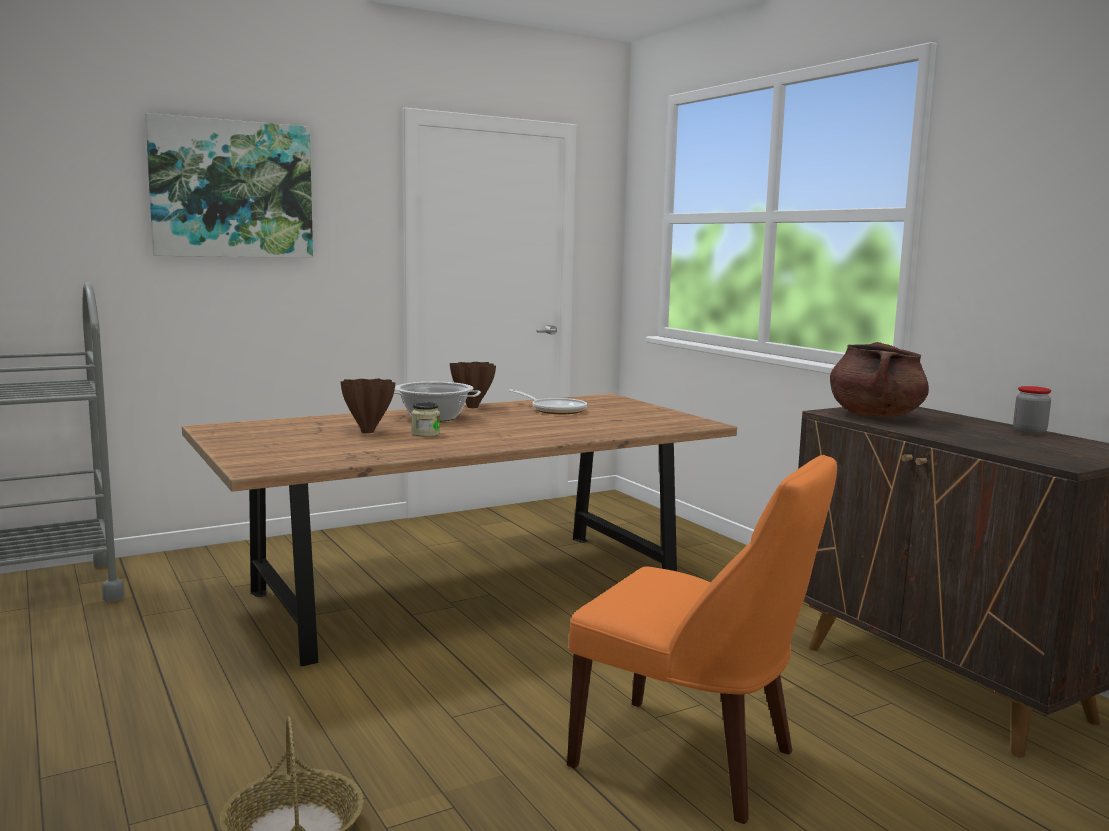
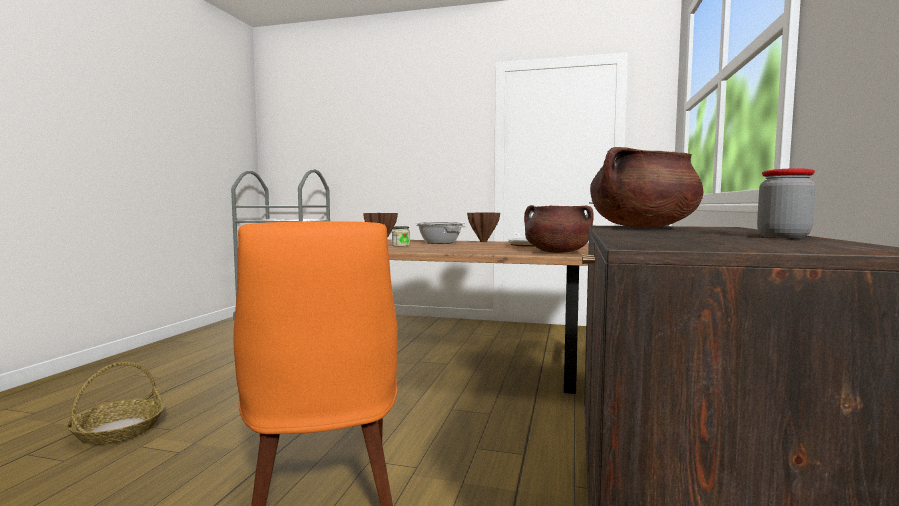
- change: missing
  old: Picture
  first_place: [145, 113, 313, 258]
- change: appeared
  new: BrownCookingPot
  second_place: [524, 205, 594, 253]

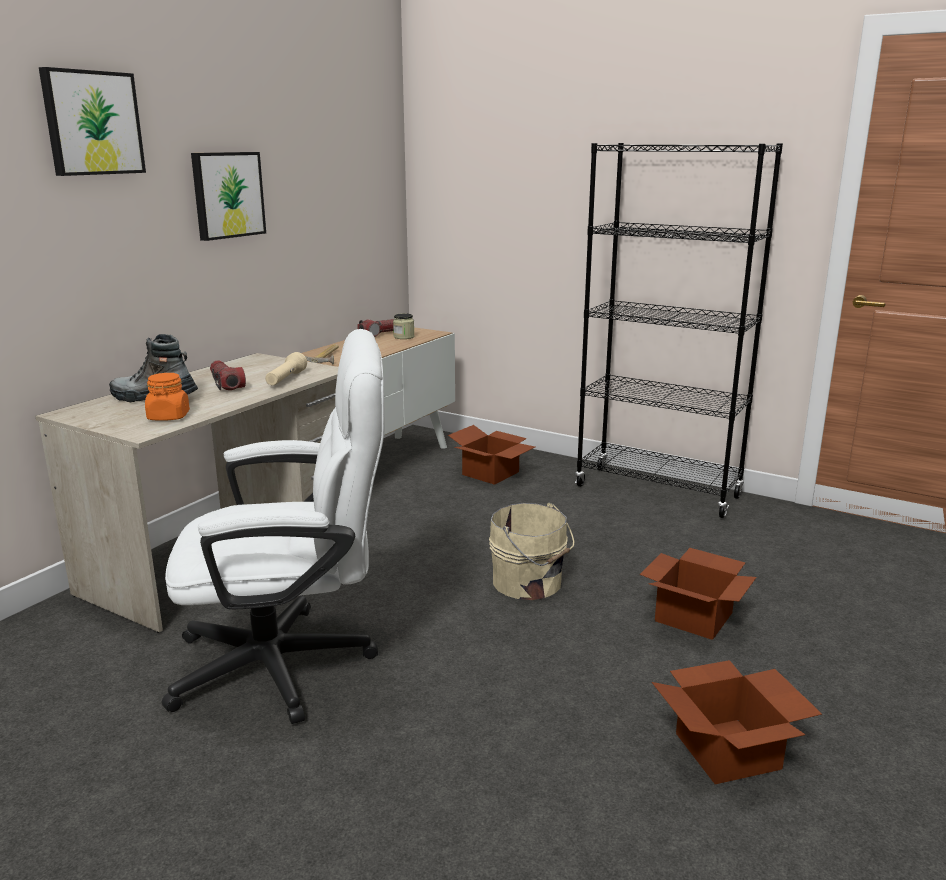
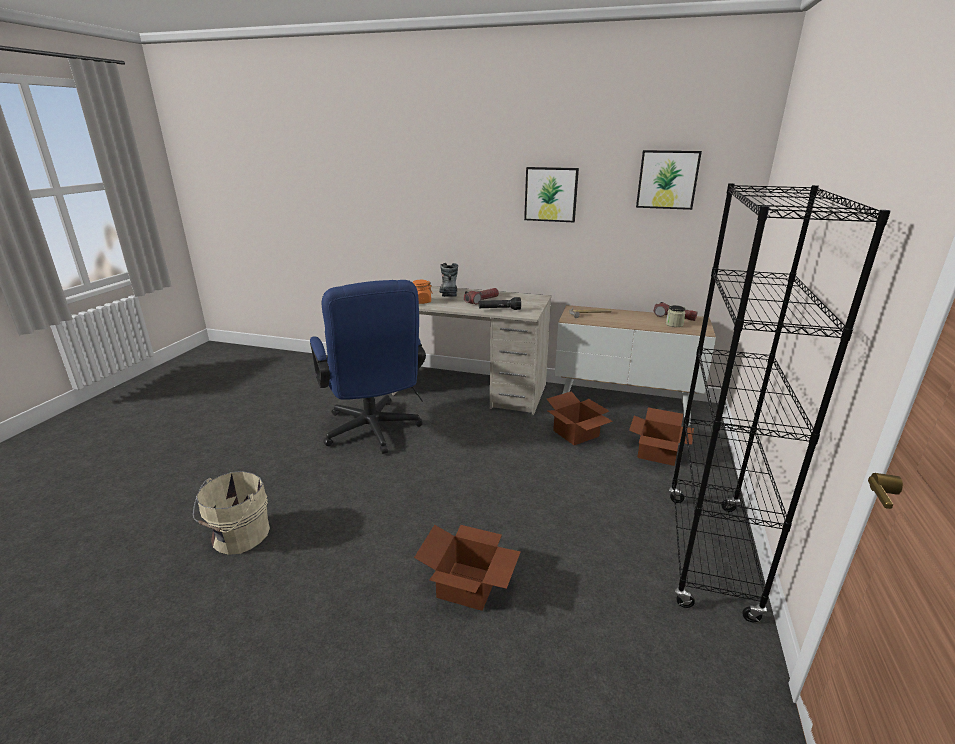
- change: relocated
  old: Picture
  first_place: [39, 67, 146, 176]
  second_place: [636, 150, 702, 210]
- change: colour
  old: WhiteOfficeChair
  new: BlueOfficeChair
  first_place: [162, 329, 385, 724]
  second_place: [310, 280, 426, 454]
- change: colour
  old: BeigeFlashlight
  new: BlackFlashlight
  first_place: [265, 352, 307, 385]
  second_place: [479, 297, 521, 310]
- change: relocated
  old: BeigeBucket
  first_place: [489, 503, 574, 600]
  second_place: [193, 471, 270, 555]
- change: relocated
  old: CardboardBox
  first_place: [652, 660, 822, 784]
  second_place: [547, 391, 613, 445]

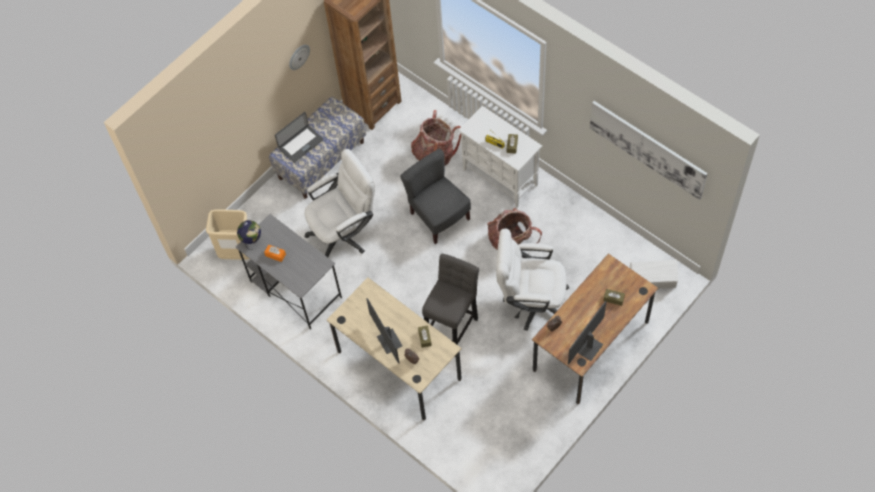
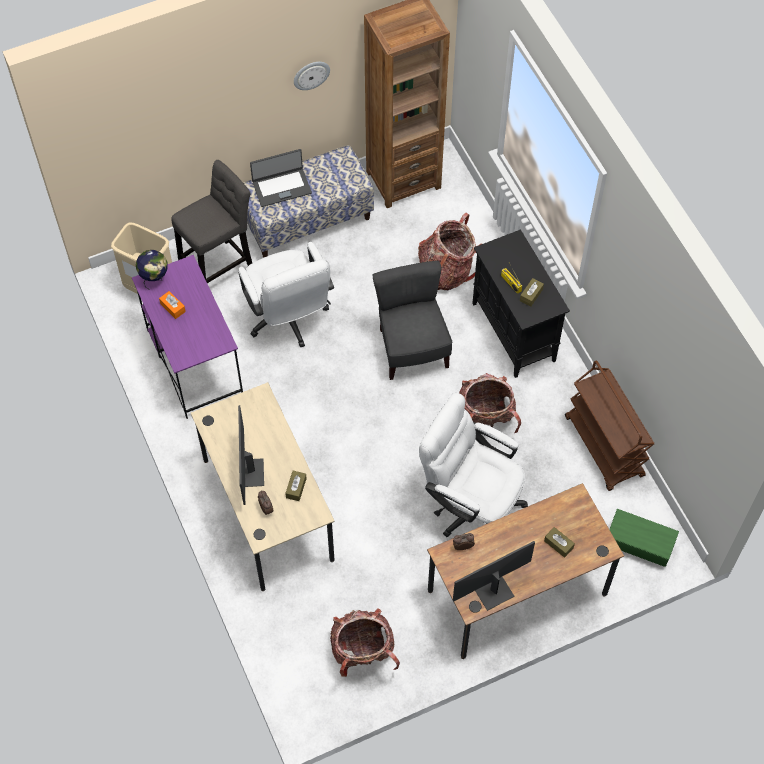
- change: colour
  old: GreyDesk
  new: PurpleDesk
  first_place: [236, 214, 342, 329]
  second_place: [132, 255, 243, 419]
- change: spun
  old: WhiteOfficeChair
  first_place: [305, 149, 375, 257]
  second_place: [238, 242, 334, 348]
  degrees: 75
- change: relocated
  old: GreyStool
  first_place: [422, 254, 479, 357]
  second_place: [171, 160, 252, 283]
- change: colour
  old: WhiteCabinet
  new: BlackCabinet
  first_place: [458, 106, 542, 207]
  second_place: [472, 229, 570, 378]
- change: missing
  old: Picture
  first_place: [590, 101, 708, 200]
- change: colour
  old: WhiteStorageBox
  new: GreenStorageBox
  first_place: [629, 260, 679, 289]
  second_place: [609, 509, 679, 567]
- change: appeared
  new: Backpack
  second_place: [330, 608, 400, 677]
- change: appeared
  new: BrownCart
  second_place: [565, 360, 654, 491]

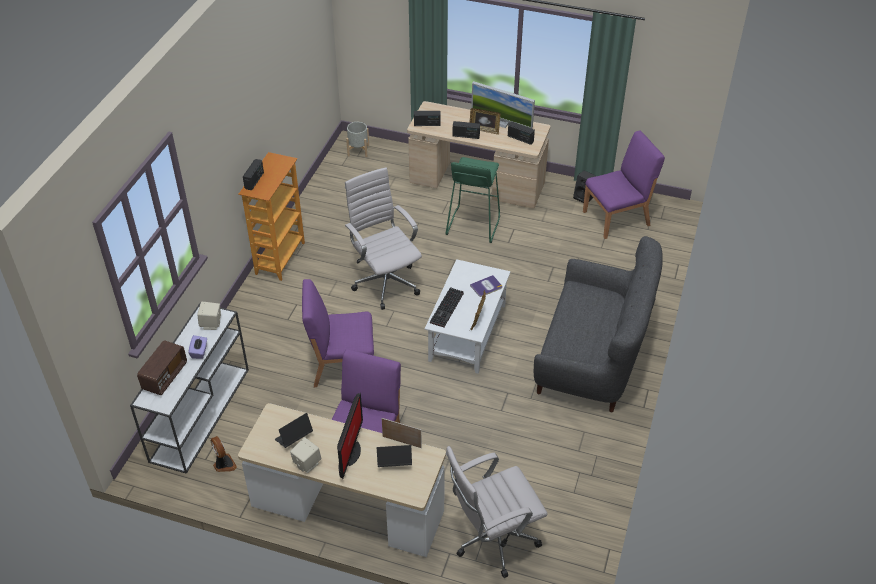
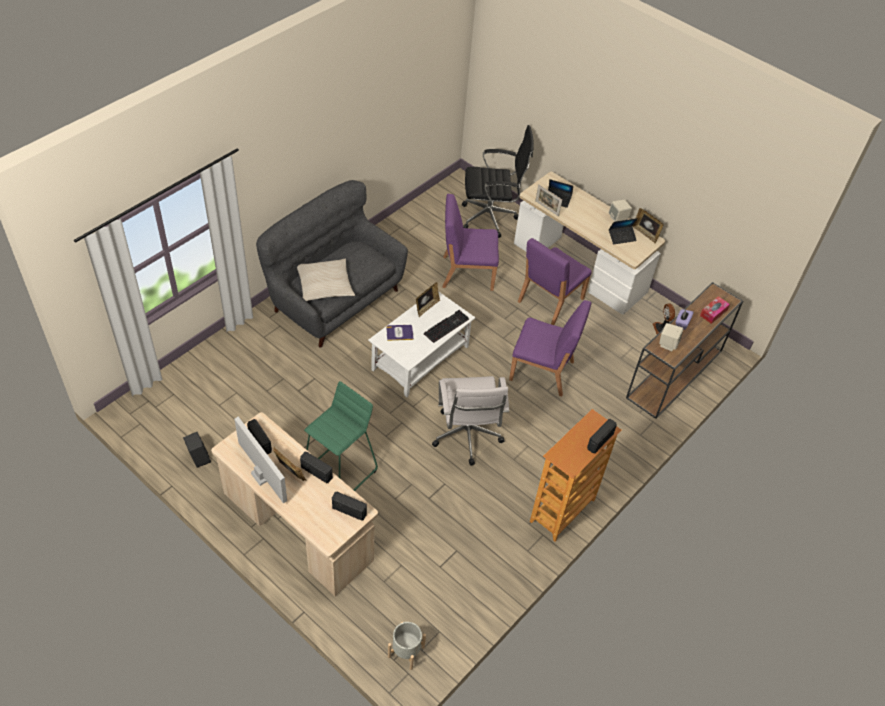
- change: colour
  old: WhiteConsoleTable
  new: BrownConsoleTable
  first_place: [130, 303, 249, 474]
  second_place: [626, 282, 743, 419]
- change: exchanged
  old: Radio
  new: TissueBox
  first_place: [137, 340, 187, 395]
  second_place: [700, 296, 730, 324]
- change: missing
  old: Monitor
  first_place: [337, 393, 363, 480]
- change: colour
  old: WhiteOfficeChair
  new: BlackOfficeChair
  first_place: [446, 446, 548, 578]
  second_place: [462, 125, 534, 238]
- change: relocated
  old: PurpleChair
  first_place: [583, 130, 665, 239]
  second_place: [442, 194, 499, 291]
- change: appeared
  new: BeigePillow
  second_place: [297, 259, 355, 301]
- change: appeared
  new: PictureFrame
  second_place: [632, 208, 663, 243]

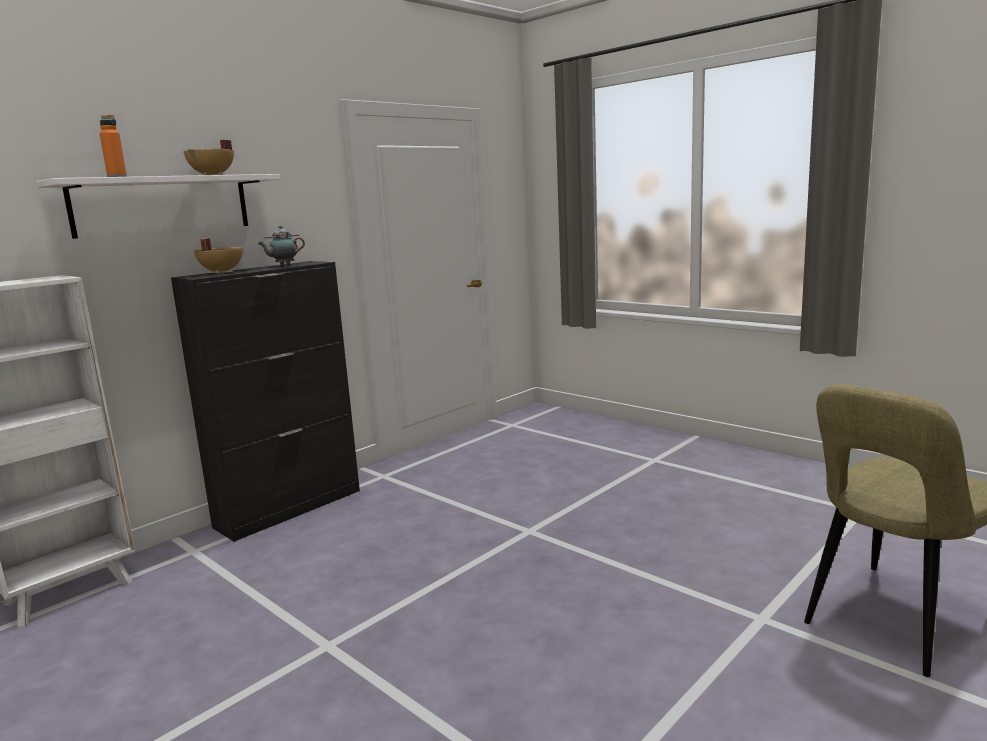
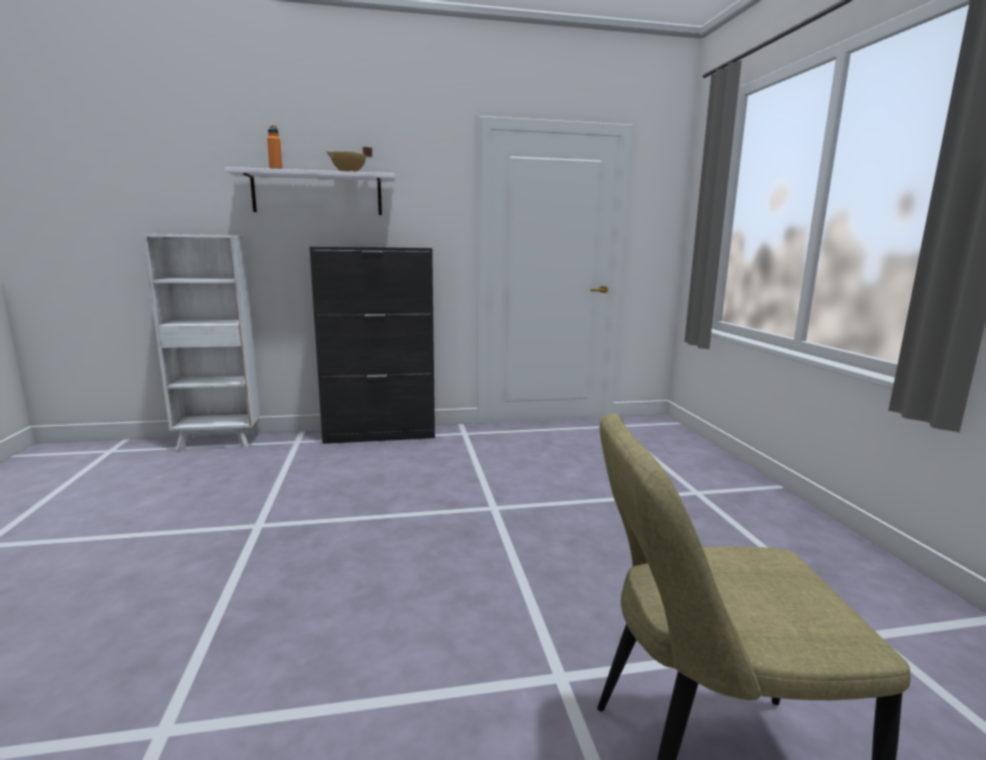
- change: missing
  old: BeigeCookingPot
  first_place: [194, 238, 243, 274]
- change: missing
  old: Teapot
  first_place: [258, 226, 305, 266]

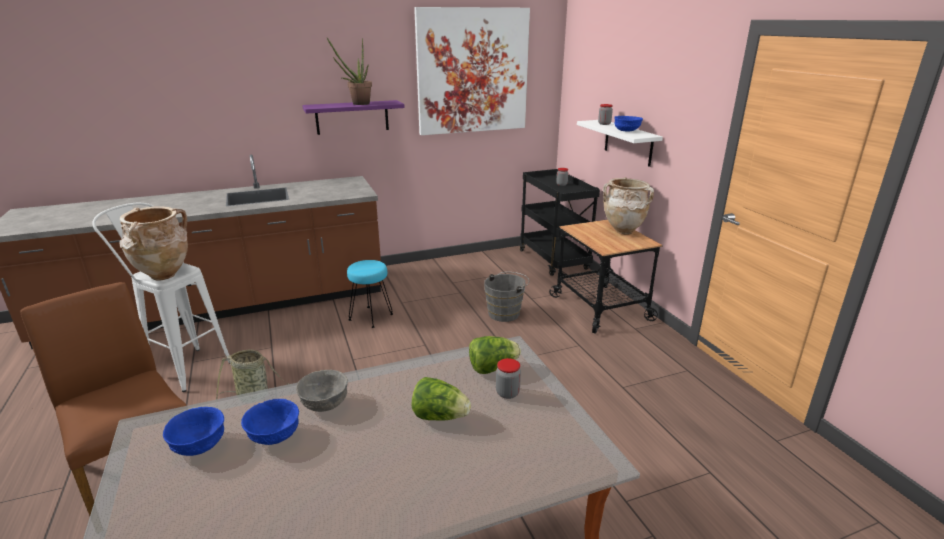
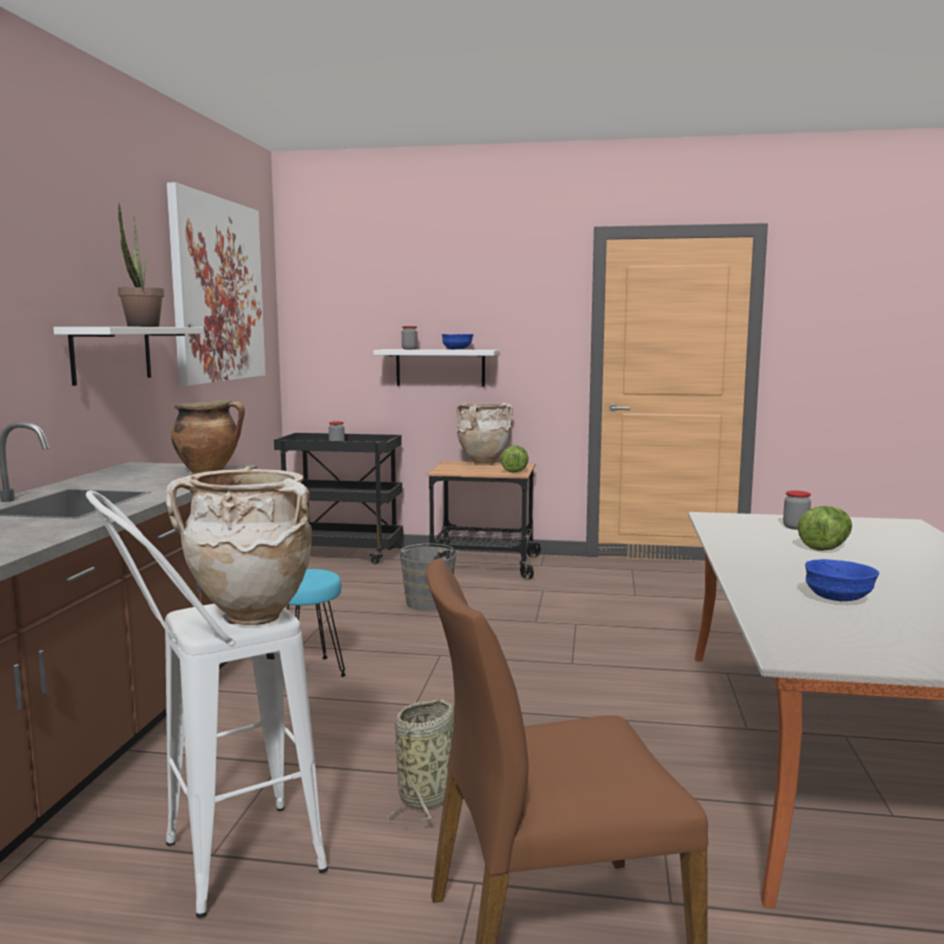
- change: missing
  old: BlueBowl
  first_place: [163, 407, 224, 456]
- change: missing
  old: GreyBowl
  first_place: [296, 370, 348, 412]
- change: colour
  old: PurpleShelf
  new: WhiteShelf
  first_place: [302, 100, 405, 135]
  second_place: [53, 327, 203, 386]
- change: relocated
  old: Lettuce
  first_place: [469, 336, 521, 374]
  second_place: [501, 445, 528, 473]
- change: appeared
  new: CookingPot
  second_place: [171, 401, 245, 473]

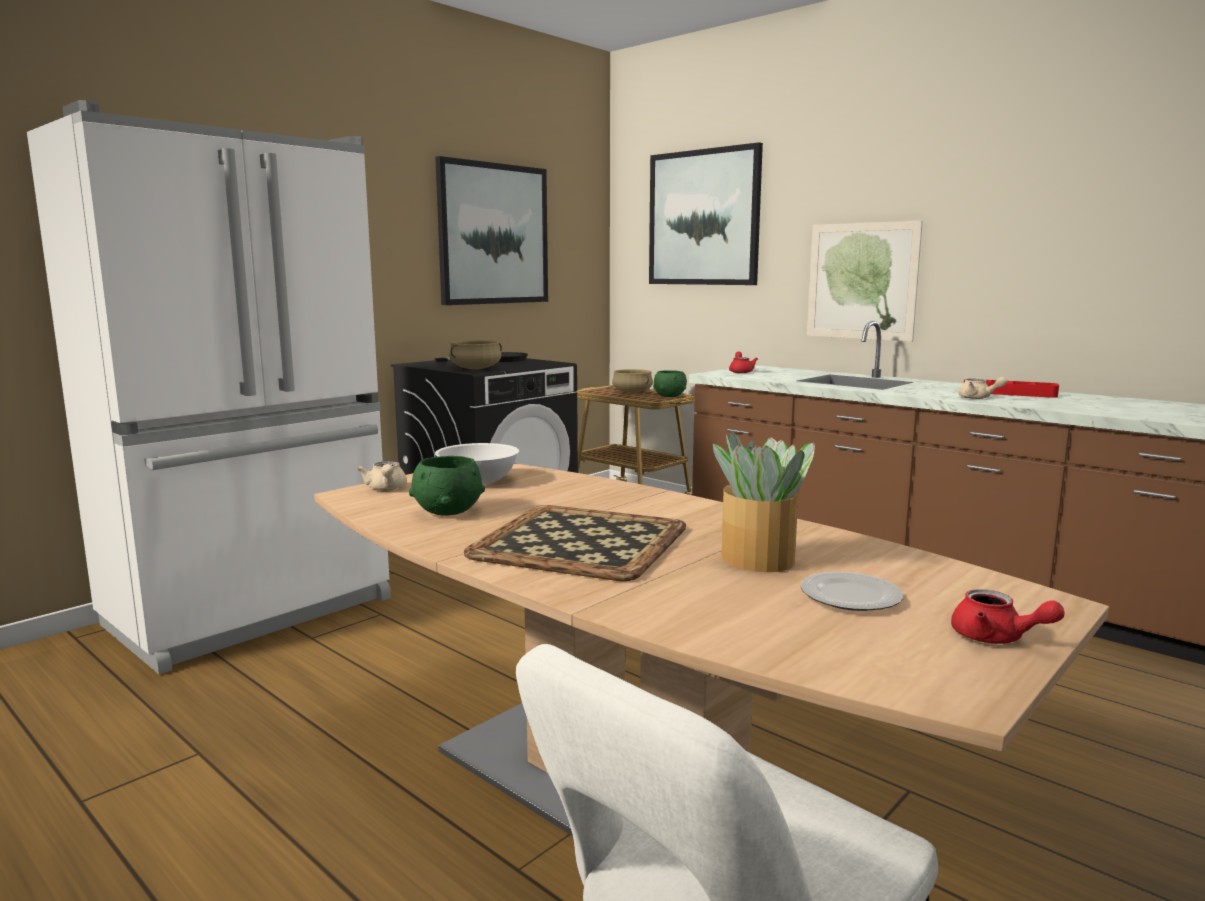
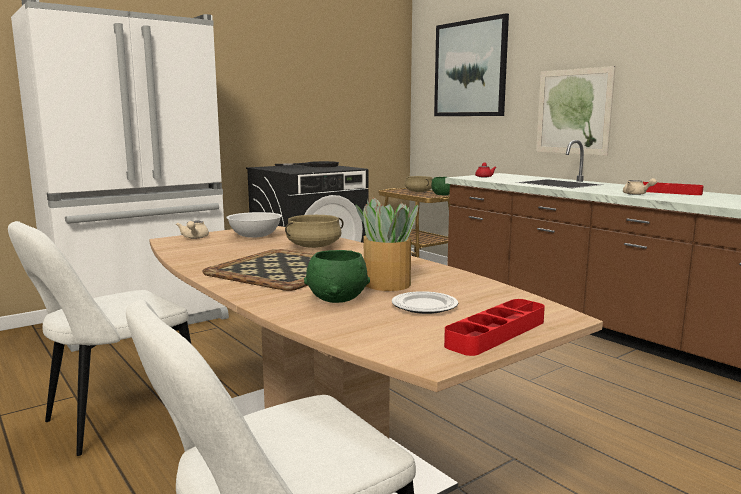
- change: relocated
  old: GreenBowl
  first_place: [409, 456, 485, 516]
  second_place: [304, 250, 370, 303]
- change: missing
  old: Picture
  first_place: [435, 156, 548, 305]
- change: relocated
  old: BeigeCookingPot
  first_place: [449, 340, 502, 369]
  second_place: [285, 215, 344, 248]
- change: exchanged
  old: RedTeapot
  new: RedTray
  first_place: [951, 589, 1065, 644]
  second_place: [444, 299, 545, 356]
- change: appeared
  new: WhiteChair
  second_place: [8, 221, 192, 456]

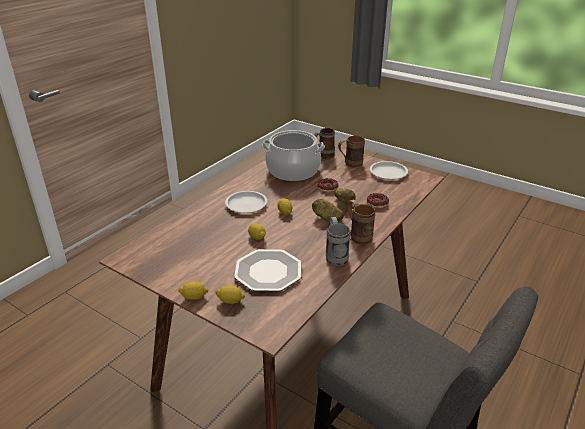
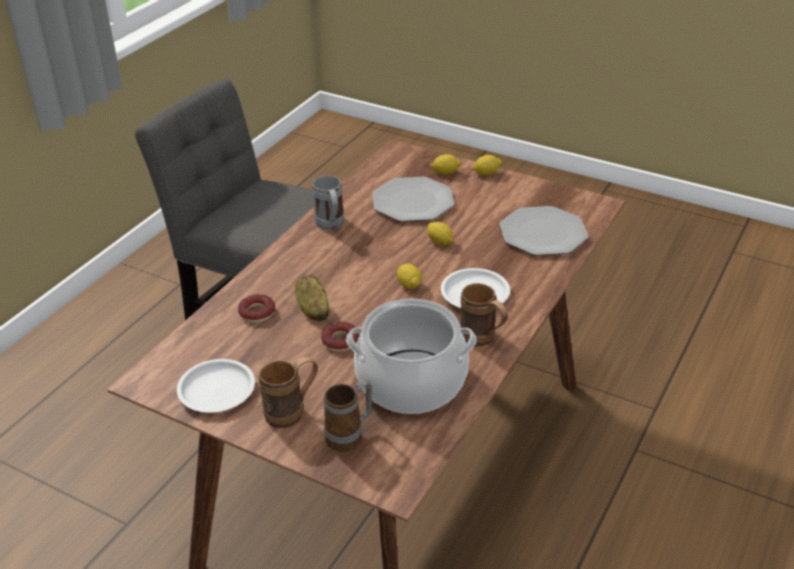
- change: missing
  old: Potato
  first_place: [312, 199, 344, 222]
- change: relocated
  old: BrownMug
  first_place: [347, 200, 375, 244]
  second_place: [460, 283, 508, 346]
- change: appeared
  new: Plate
  second_place: [500, 206, 588, 256]

